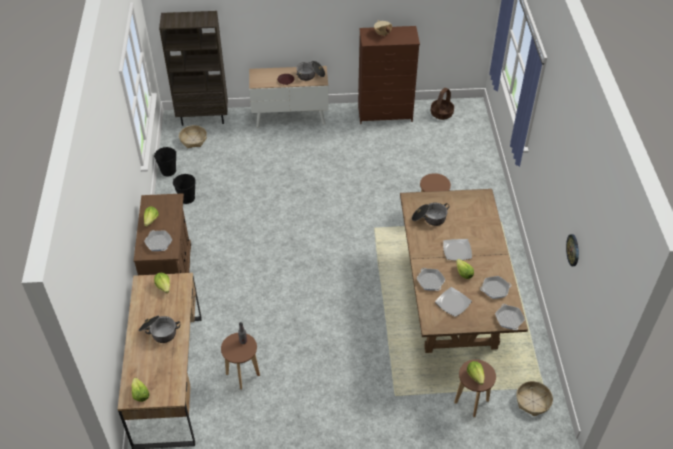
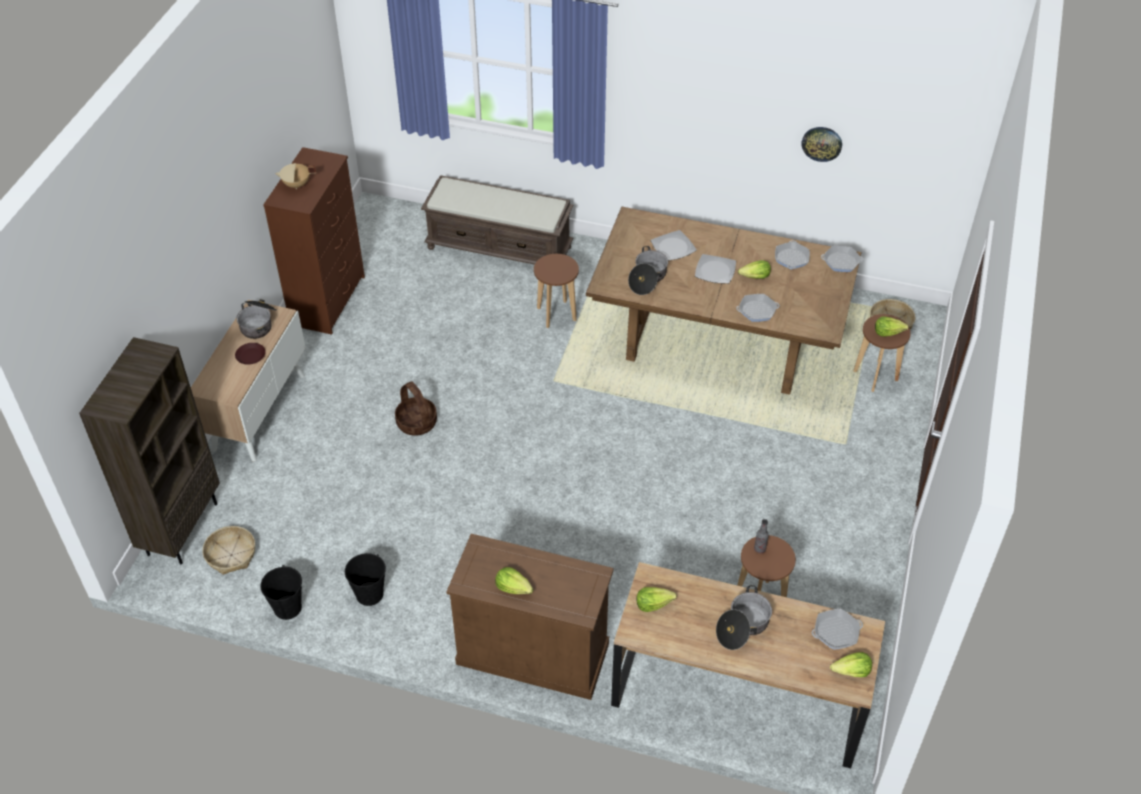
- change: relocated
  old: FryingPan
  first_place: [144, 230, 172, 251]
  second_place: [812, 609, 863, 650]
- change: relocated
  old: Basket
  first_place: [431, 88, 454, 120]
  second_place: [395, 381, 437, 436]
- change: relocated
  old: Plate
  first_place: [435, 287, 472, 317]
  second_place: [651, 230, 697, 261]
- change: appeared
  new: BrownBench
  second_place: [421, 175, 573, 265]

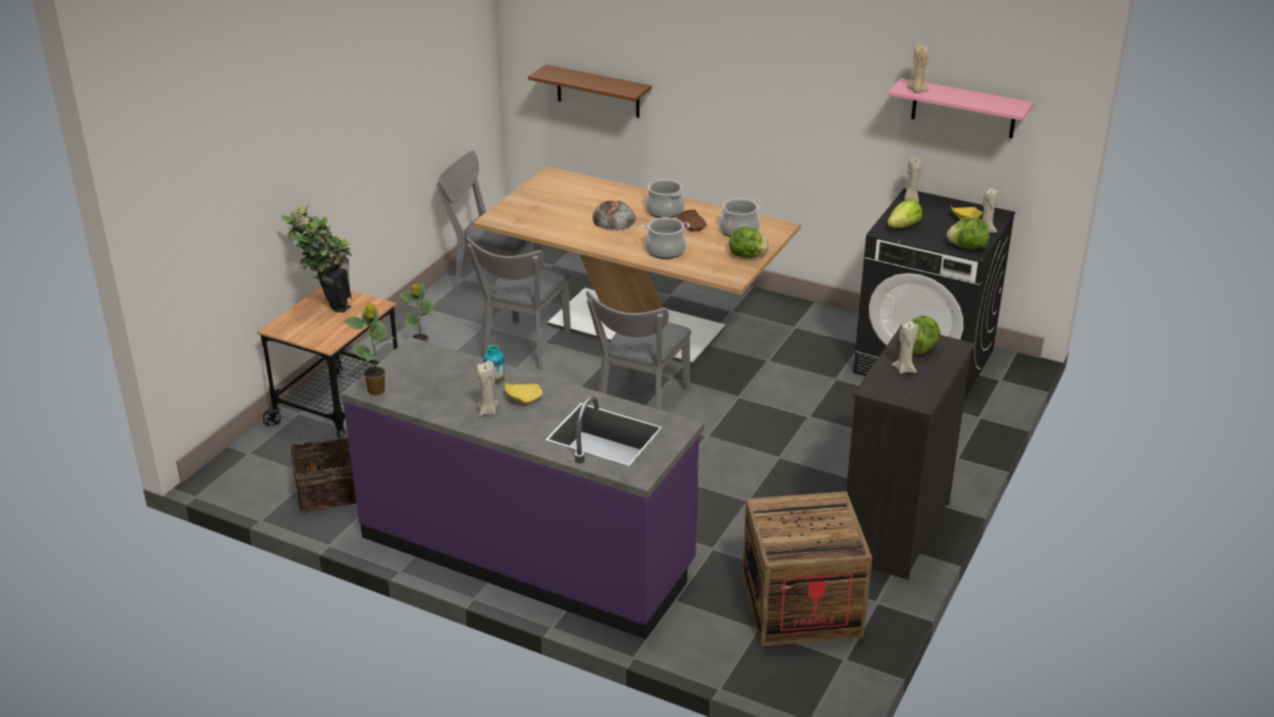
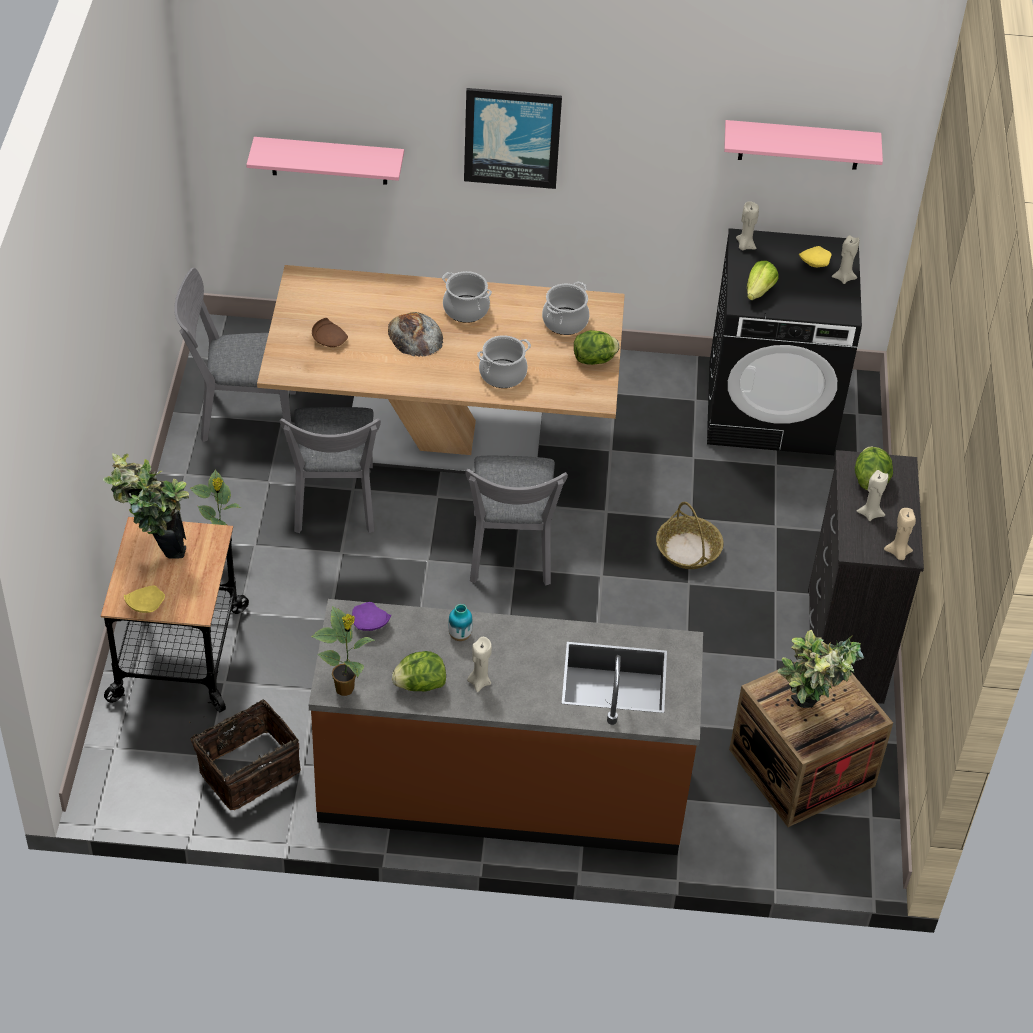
- change: colour
  old: PurpleCounter
  new: BrownCounter
  first_place: [341, 337, 704, 639]
  second_place: [309, 599, 703, 855]
- change: relocated
  old: YellowPlate
  first_place: [505, 383, 543, 403]
  second_place: [124, 585, 165, 613]
- change: colour
  old: BrownShelf
  new: PinkShelf
  first_place: [528, 65, 652, 118]
  second_place: [246, 137, 404, 185]
- change: relocated
  old: BrownPlate
  first_place: [678, 210, 707, 231]
  second_place: [312, 318, 348, 347]
- change: relocated
  old: BeigeCandle
  first_place: [906, 44, 929, 93]
  second_place: [884, 508, 916, 560]
- change: relocated
  old: Lettuce
  first_place: [947, 217, 989, 249]
  second_place: [392, 651, 446, 692]
- change: appeared
  new: PurplePlate
  second_place: [352, 602, 391, 631]
- change: appeared
  new: Picture
  second_place: [464, 88, 562, 189]
- change: appeared
  new: Basket
  second_place: [656, 502, 723, 569]
- change: appeared
  new: PottedPlant
  second_place: [778, 630, 864, 708]

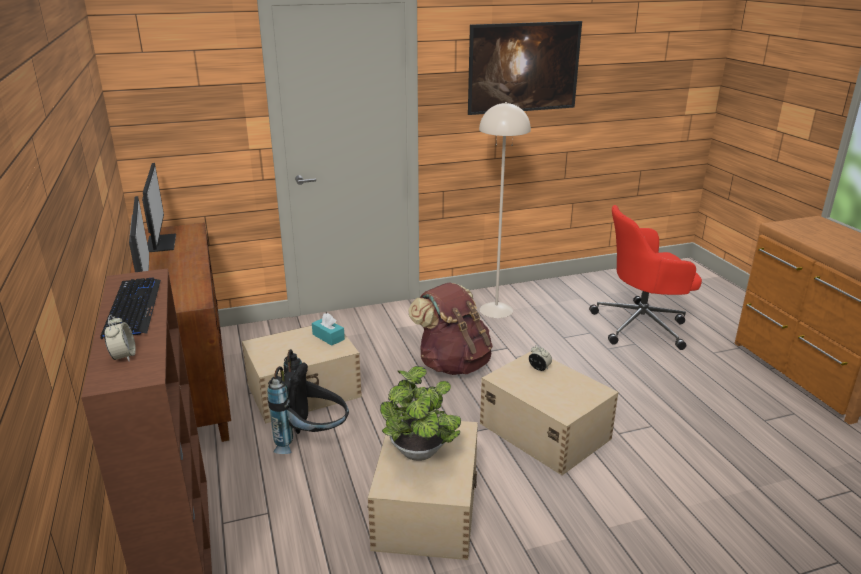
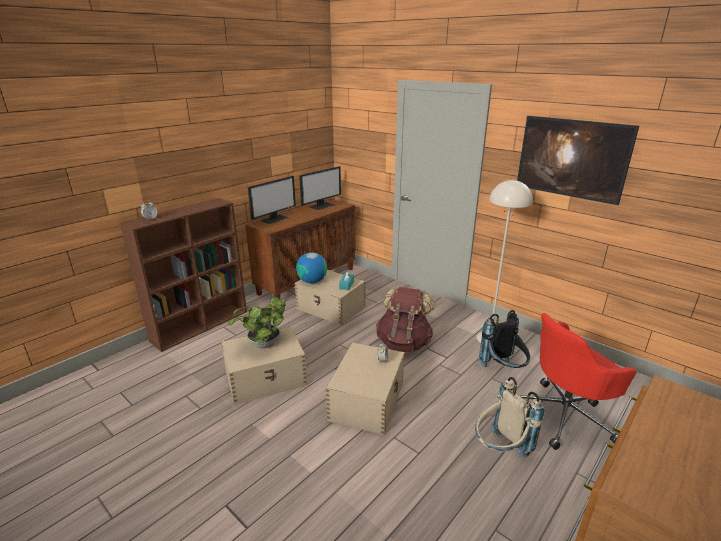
- change: missing
  old: Keyboard
  first_place: [100, 277, 161, 340]
- change: relocated
  old: BlackBackpack
  first_place: [267, 349, 349, 454]
  second_place: [477, 310, 530, 368]
- change: spun
  old: RedOfficeChair
  first_place: [589, 205, 702, 350]
  second_place: [519, 313, 637, 450]
  degrees: -75
- change: appeared
  new: Globe
  second_place: [296, 252, 327, 283]
- change: appeared
  new: BeigeBackpack
  second_place: [475, 377, 544, 457]

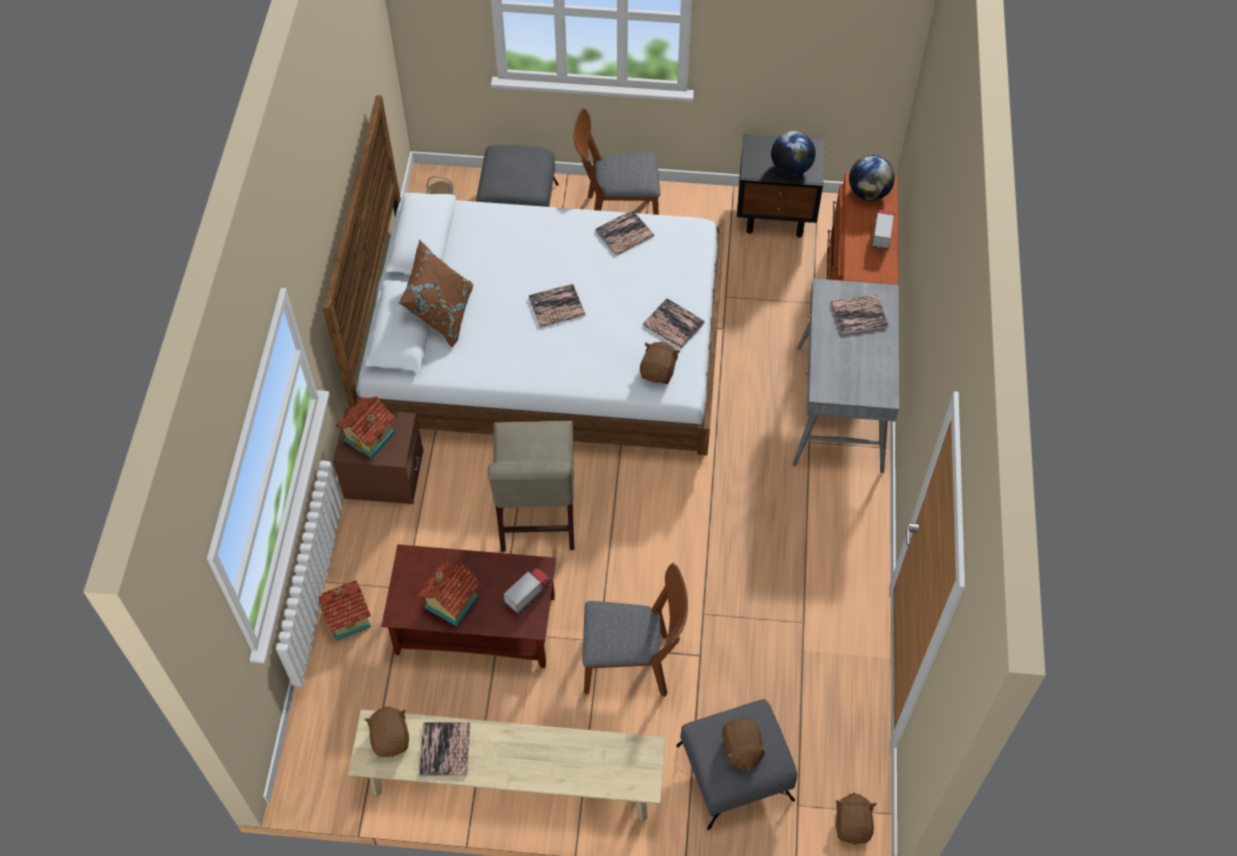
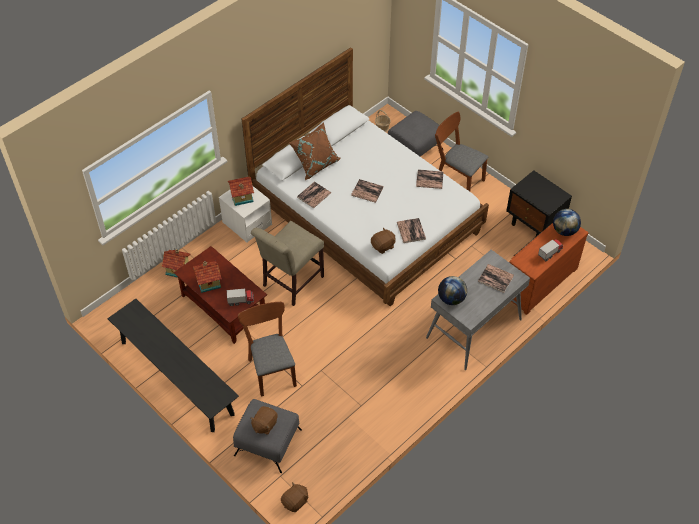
- change: colour
  old: BrownNightstand
  new: WhiteNightstand
  first_place: [333, 407, 424, 504]
  second_place: [219, 186, 272, 242]
- change: colour
  old: BeigeBench
  new: BlackBench
  first_place: [348, 710, 666, 822]
  second_place: [108, 299, 239, 432]
- change: missing
  old: BrownPlushToy
  first_place: [364, 706, 409, 757]
- change: relocated
  old: Book
  first_place: [419, 722, 470, 776]
  second_place: [297, 182, 331, 208]
- change: spun
  old: BrownChair
  first_place: [583, 563, 688, 697]
  second_place: [238, 302, 297, 397]
  degrees: -150
- change: relocated
  old: Globe
  first_place: [771, 131, 816, 176]
  second_place: [438, 276, 467, 305]

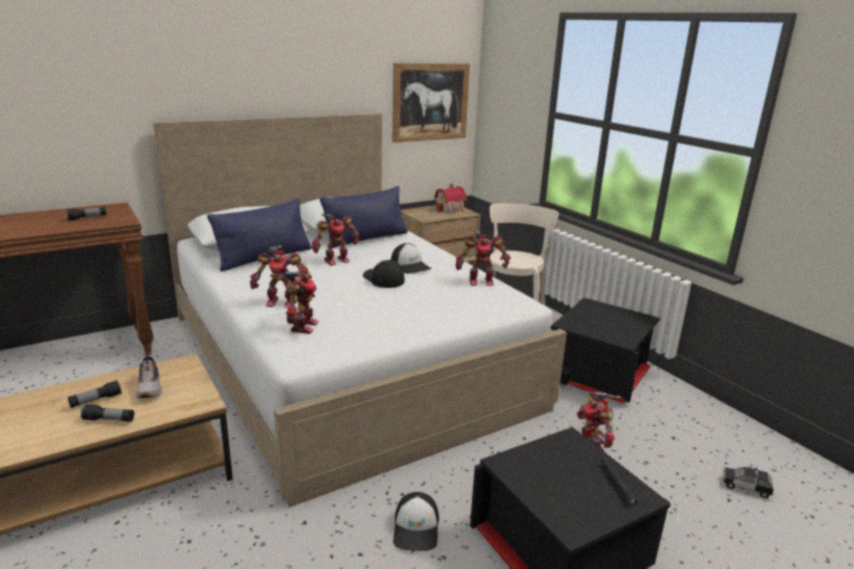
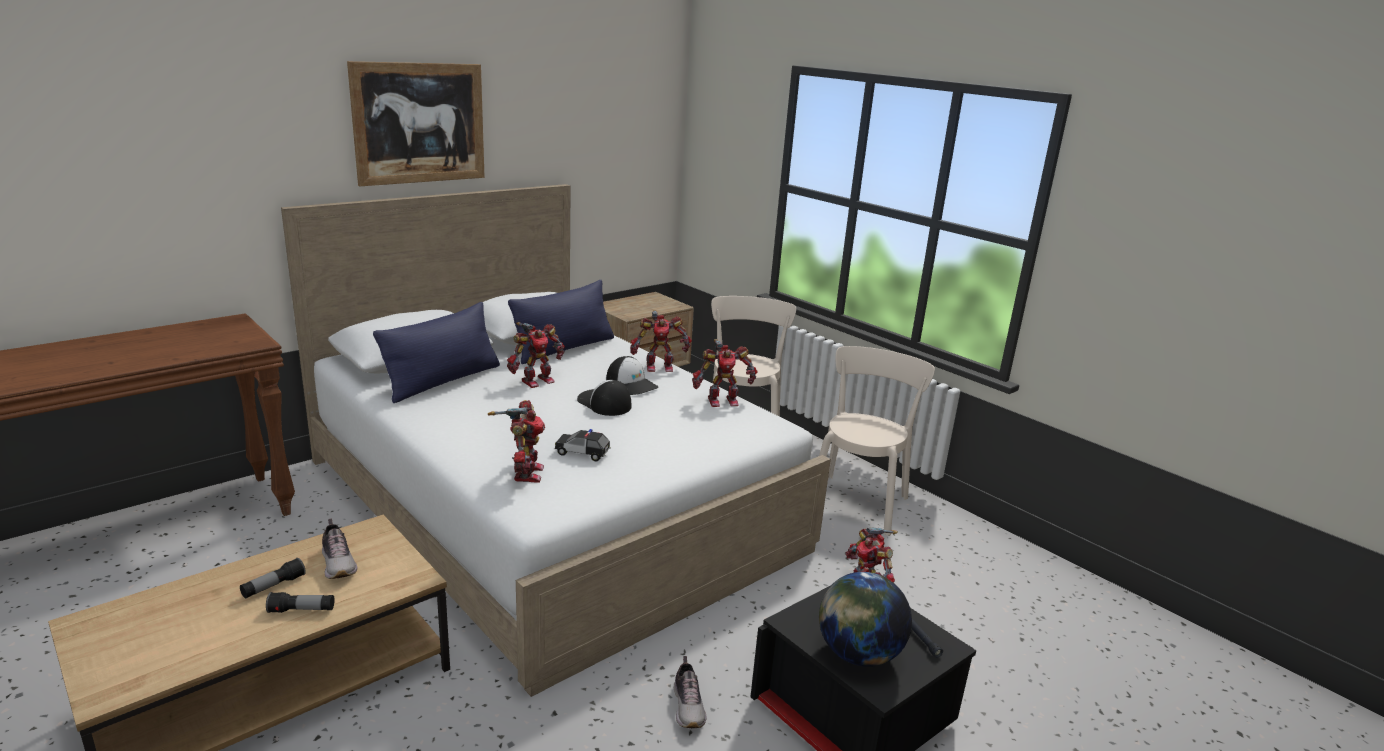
- change: missing
  old: Flashlight
  first_place: [66, 207, 106, 221]
- change: relocated
  old: ToyRobot
  first_place: [250, 245, 312, 307]
  second_place: [630, 310, 692, 372]
- change: relocated
  old: Picture
  first_place: [392, 63, 470, 143]
  second_place: [347, 61, 485, 186]
- change: exchanged
  old: Cap
  new: Shoe
  first_place: [393, 492, 439, 551]
  second_place: [674, 656, 706, 728]
- change: missing
  old: ToyHouse
  first_place: [434, 184, 467, 214]
- change: exchanged
  old: BlackStorageBox
  new: BeigeChair
  first_place: [550, 298, 660, 403]
  second_place: [819, 346, 935, 536]
- change: relocated
  old: ToyCar
  first_place: [723, 467, 774, 498]
  second_place: [555, 429, 611, 461]
- change: appeared
  new: Globe
  second_place: [819, 572, 912, 667]

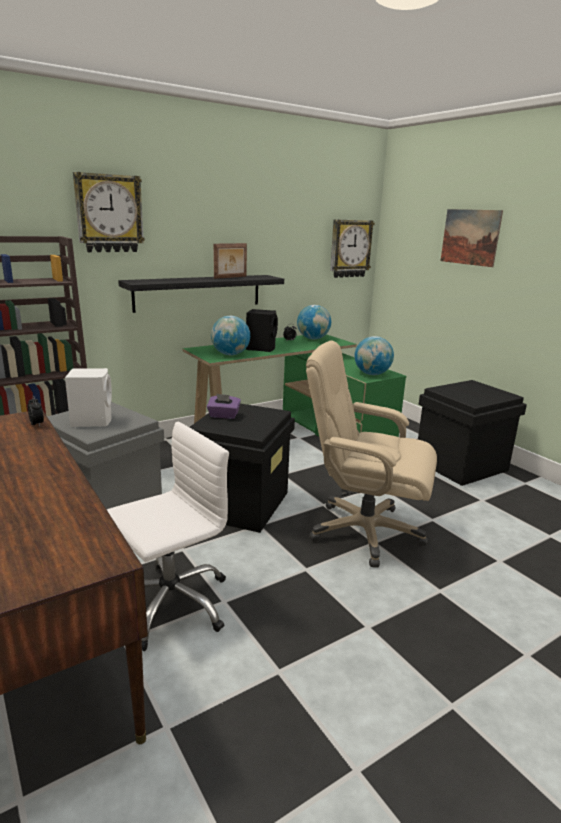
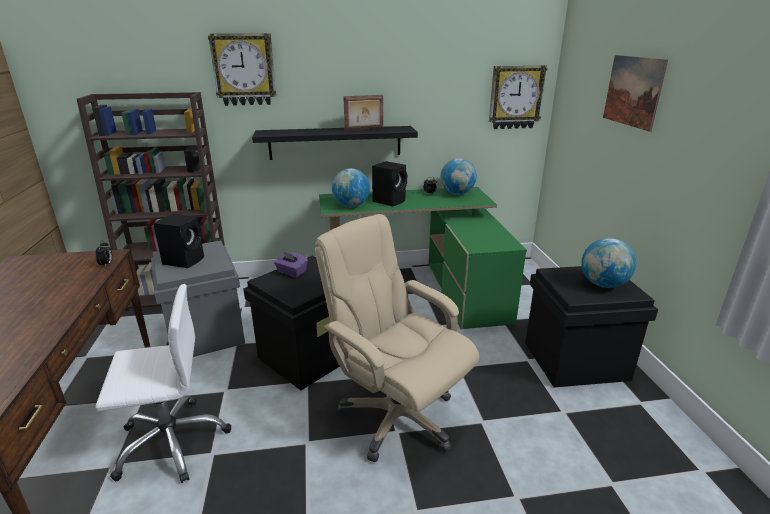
- change: colour
  old: WhiteSpeaker
  new: BlackSpeaker
  first_place: [65, 368, 112, 427]
  second_place: [153, 214, 204, 268]
- change: relocated
  old: Globe
  first_place: [354, 336, 394, 375]
  second_place: [581, 238, 636, 288]

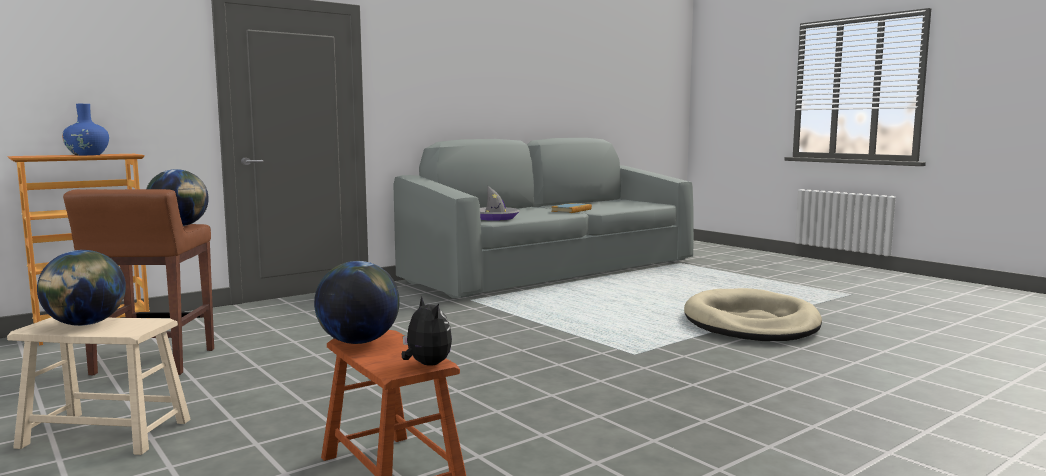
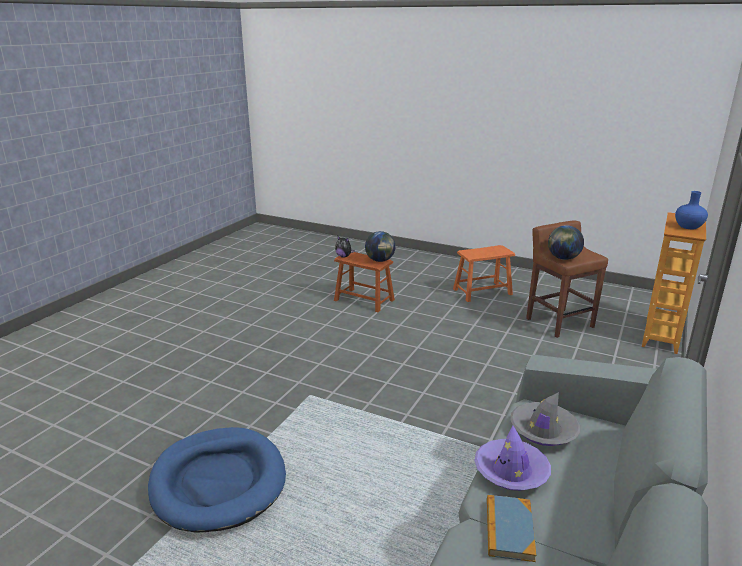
- change: colour
  old: BeigeStool
  new: OrangeStool
  first_place: [7, 317, 191, 455]
  second_place: [453, 245, 515, 302]
- change: missing
  old: Globe
  first_place: [37, 250, 126, 326]
- change: colour
  old: BeigeDogBed
  new: BlueDogBed
  first_place: [684, 288, 822, 341]
  second_place: [148, 427, 286, 532]
- change: appeared
  new: PurpleHat
  second_place: [475, 425, 551, 491]

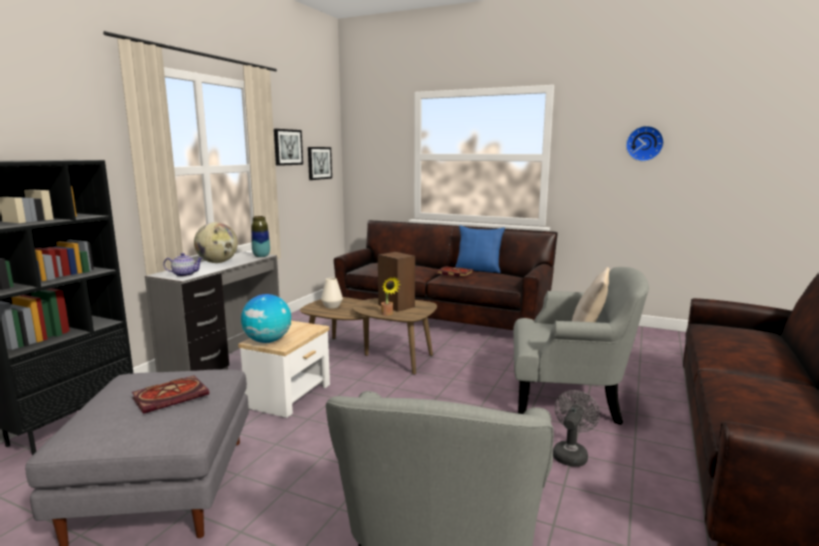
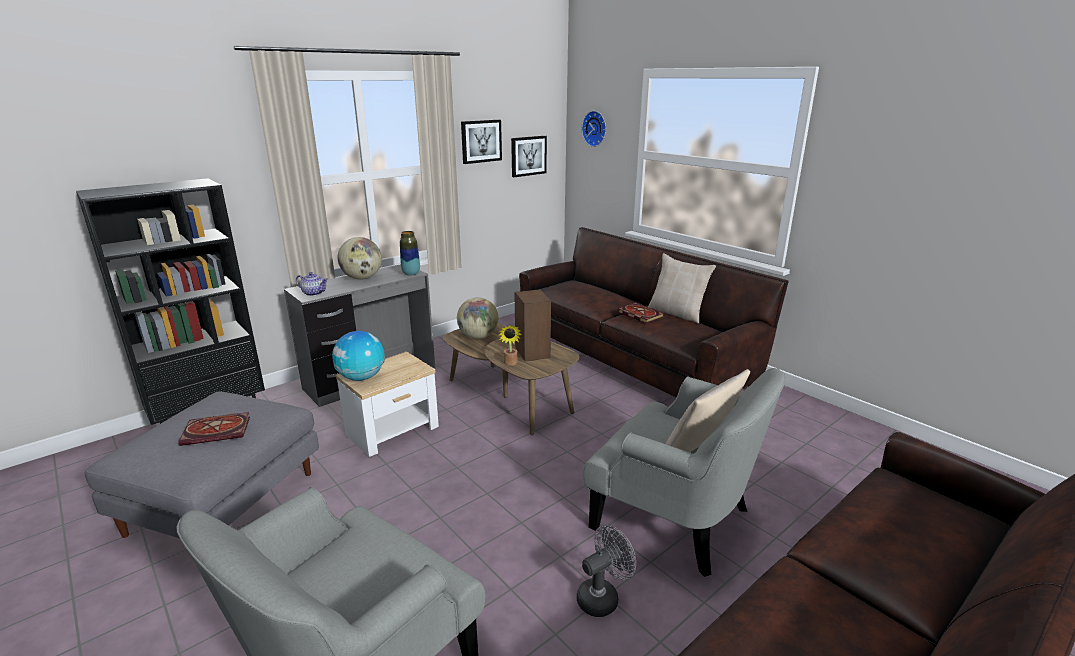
- change: exchanged
  old: WhiteVase
  new: Globe
  first_place: [321, 278, 343, 309]
  second_place: [457, 297, 498, 339]
- change: colour
  old: BluePillow
  new: BeigePillow
  first_place: [455, 225, 505, 273]
  second_place: [648, 253, 716, 323]
- change: relocated
  old: WallClock
  first_place: [626, 126, 664, 161]
  second_place: [582, 111, 606, 147]

